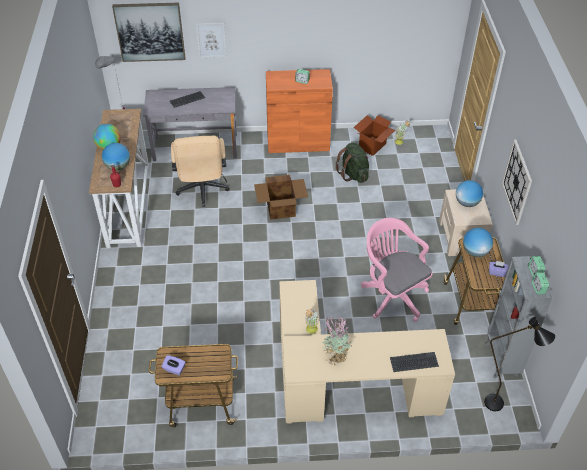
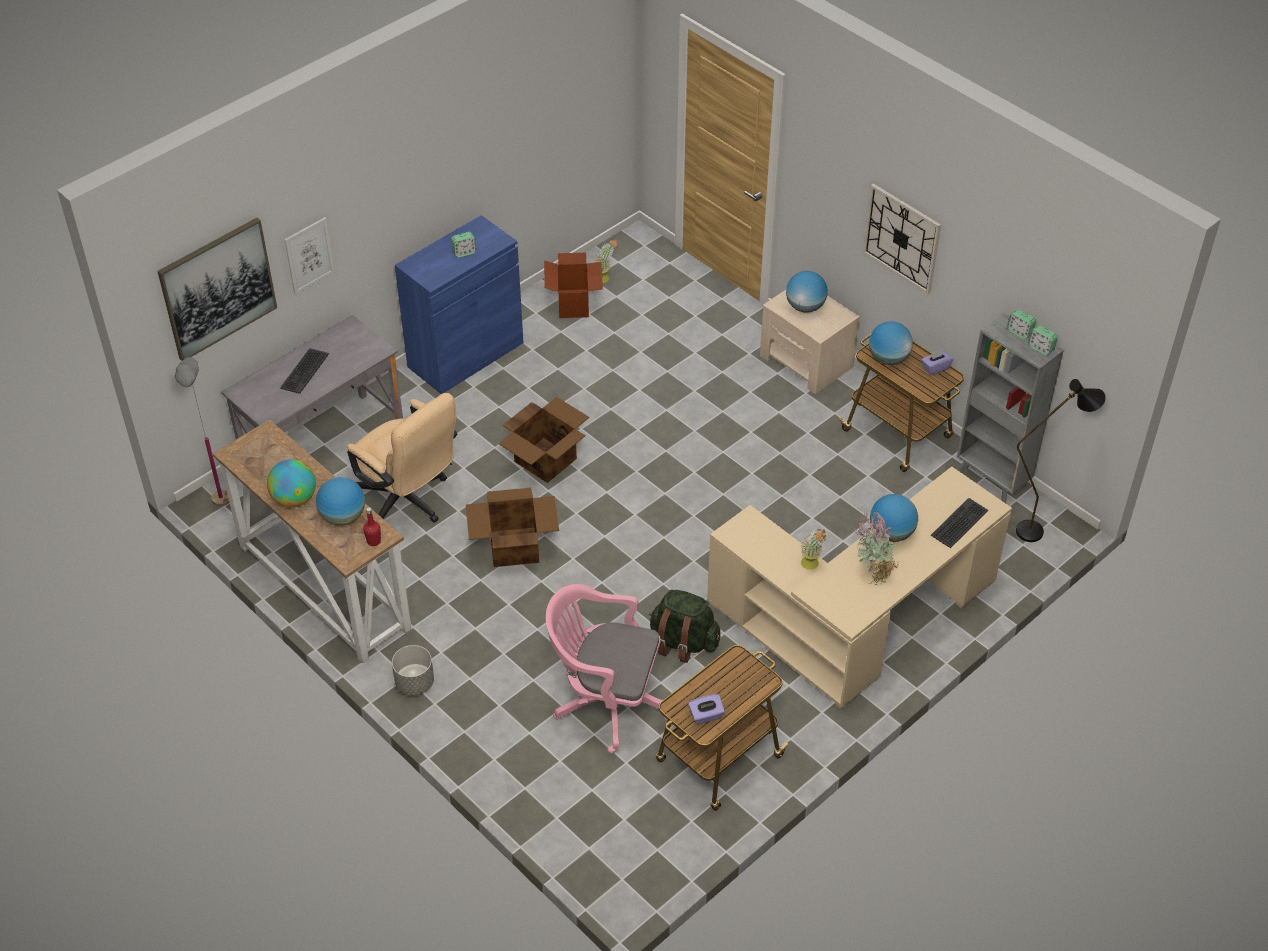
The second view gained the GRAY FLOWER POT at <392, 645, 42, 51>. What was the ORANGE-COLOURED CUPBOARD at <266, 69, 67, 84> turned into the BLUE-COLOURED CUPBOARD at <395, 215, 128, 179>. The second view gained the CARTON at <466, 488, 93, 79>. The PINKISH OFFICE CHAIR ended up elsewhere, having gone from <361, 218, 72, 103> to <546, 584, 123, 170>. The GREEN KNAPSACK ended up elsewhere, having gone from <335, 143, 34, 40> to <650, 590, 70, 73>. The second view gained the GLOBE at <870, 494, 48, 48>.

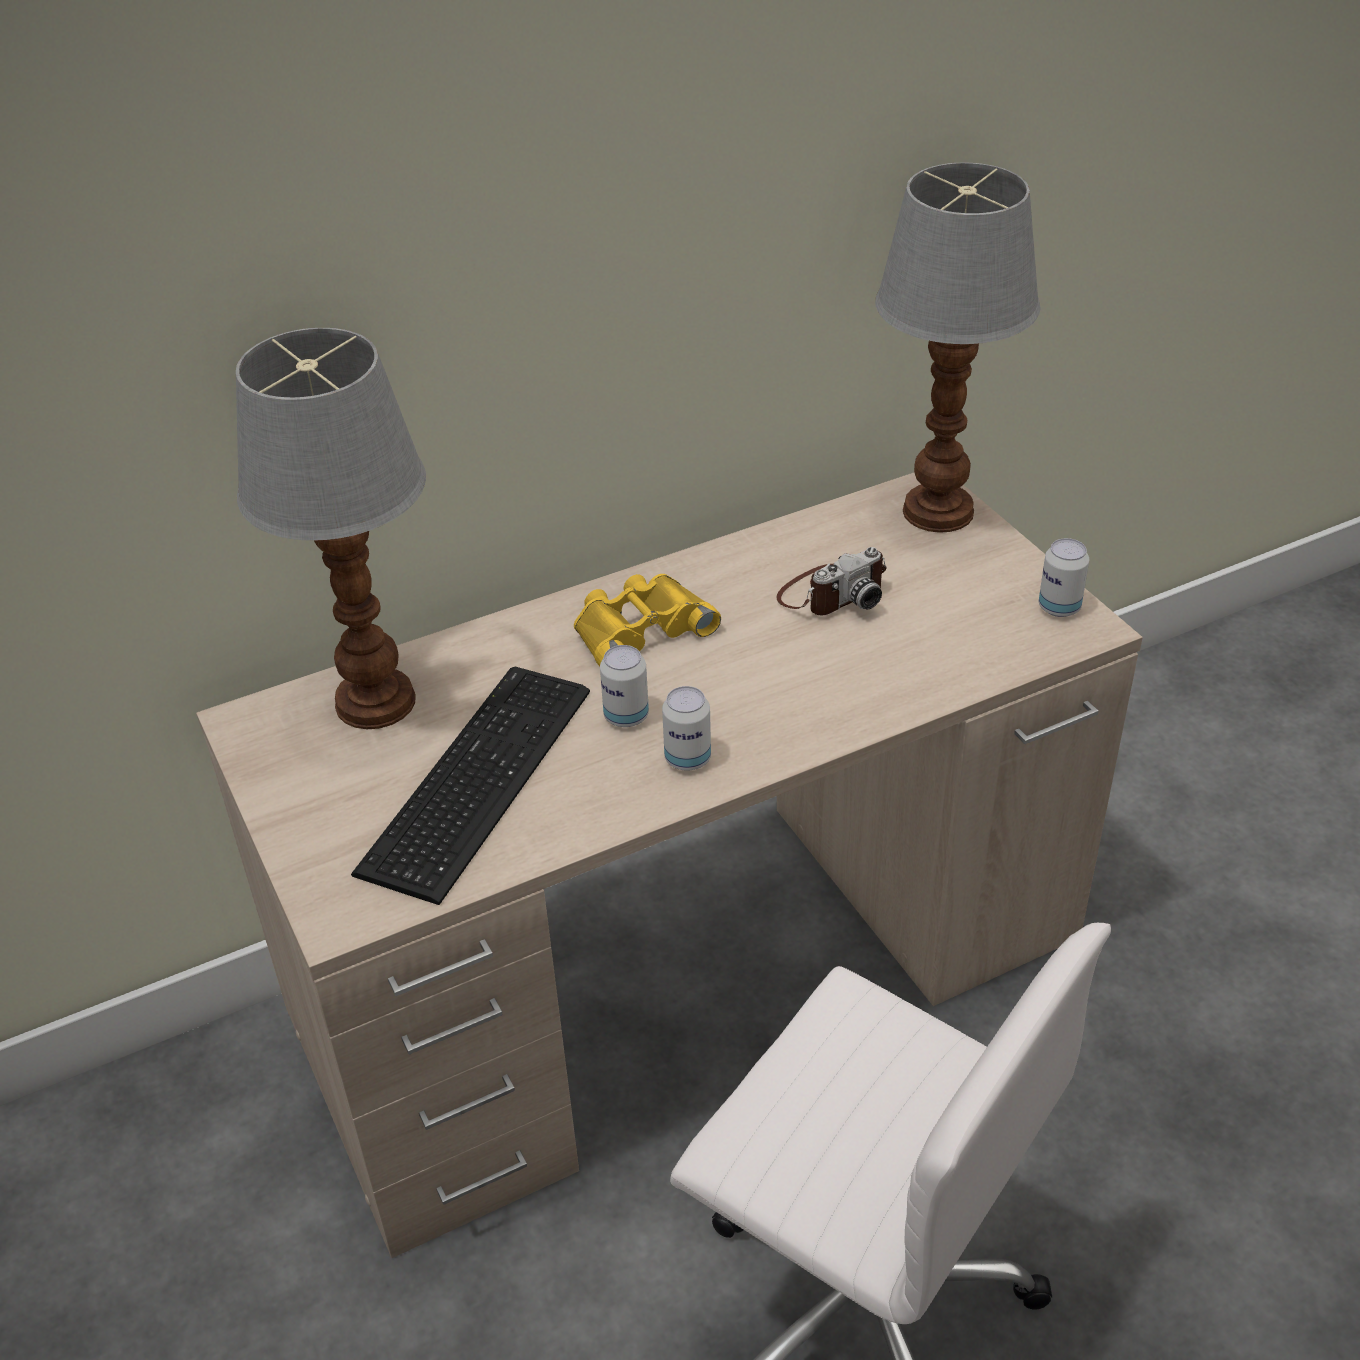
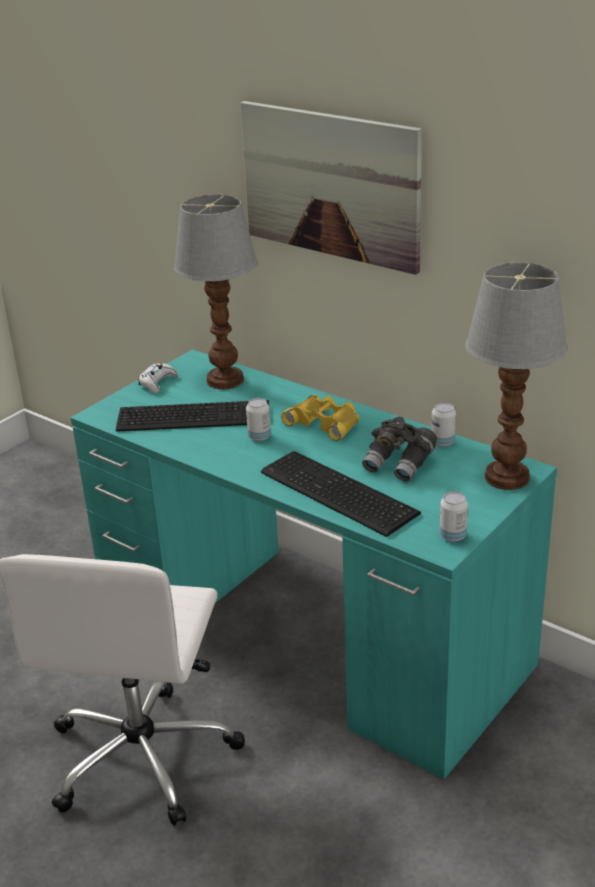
What was the BEIGE-COLOURED DESK at <196, 473, 947, 785> turned into the BLUE-GREEN DESK at <71, 349, 486, 430>. The second view gained the WHITISH GAME CONTROLLER at <138, 362, 40, 31>. The second view gained the PICTURE at <240, 101, 182, 174>. The second view gained the COMPUTER KEYBOARD at <261, 451, 160, 86>. Where the STILL CAMERA stood at <777, 547, 110, 69>, the GRAY FIELD GLASSES came to stand at <362, 417, 75, 65>. The SEALED CAN ended up elsewhere, having gone from <662, 686, 49, 85> to <431, 402, 25, 45>.

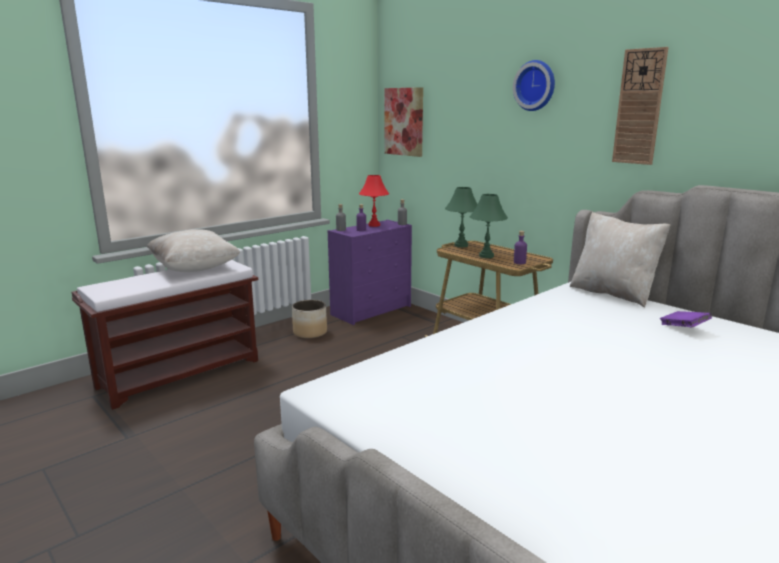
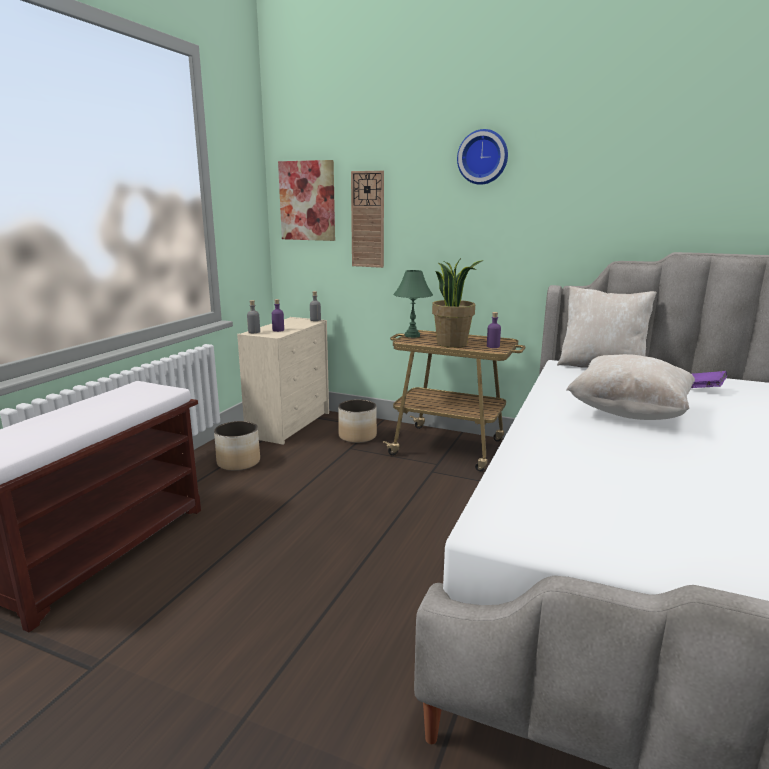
What was the PURPLE CHEST OF DRAWERS at <328, 220, 84, 105> turned into the BEIGE-COLOURED CHEST OF DRAWERS at <237, 317, 92, 128>. The second view gained the FLOWER POT at <338, 399, 39, 44>. The WALL CLOCK ended up elsewhere, having gone from <612, 47, 57, 118> to <351, 171, 33, 97>. Where the GREEN TABLETOP LAMP stood at <470, 194, 38, 64>, the POTTED PLANT came to stand at <432, 258, 52, 90>. The BEIGE-COLOURED THROW PILLOW ended up elsewhere, having gone from <147, 229, 93, 43> to <566, 354, 129, 66>. The second view lost the RED-COLOURED TABLETOP LAMP at <359, 175, 30, 52>.

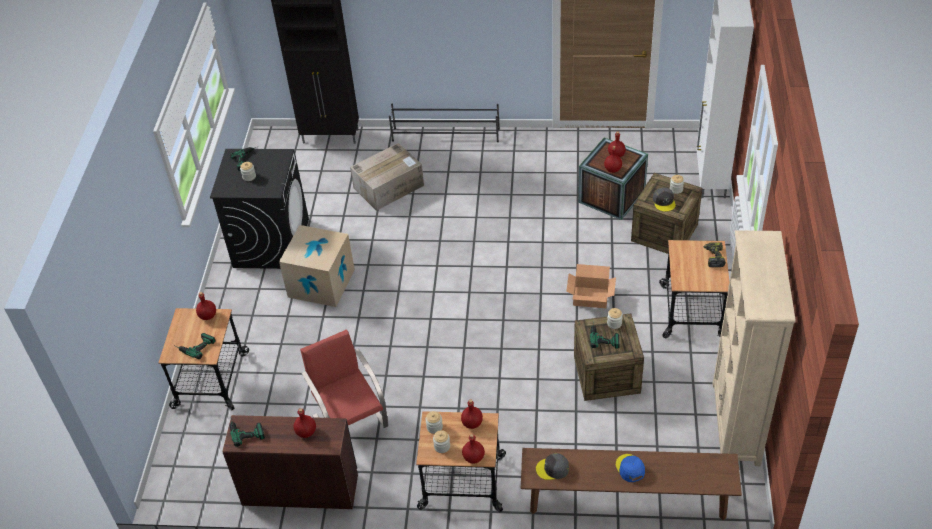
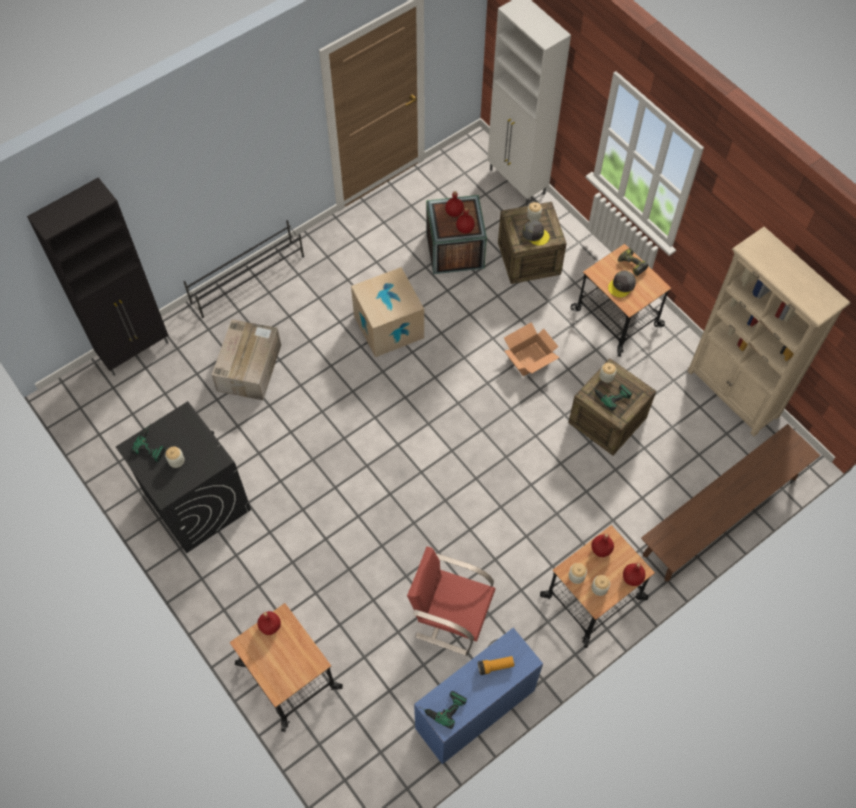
The CARTON ended up elsewhere, having gone from <279, 225, 76, 82> to <351, 267, 73, 90>. What was the BROWN-COLOURED DESK at <222, 415, 136, 94> turned into the BLUE-COLOURED DESK at <414, 627, 129, 137>. Where the RED-COLOURED BEVERAGE BOTTLE stood at <293, 408, 23, 30>, the TORCH came to stand at <478, 656, 36, 19>. The GRAY PEAKED CAP ended up elsewhere, having gone from <536, 453, 33, 27> to <608, 271, 28, 27>. The second view lost the DRILL at <176, 333, 40, 26>. The second view lost the BLUE-COLOURED PEAKED CAP at <616, 454, 29, 28>.

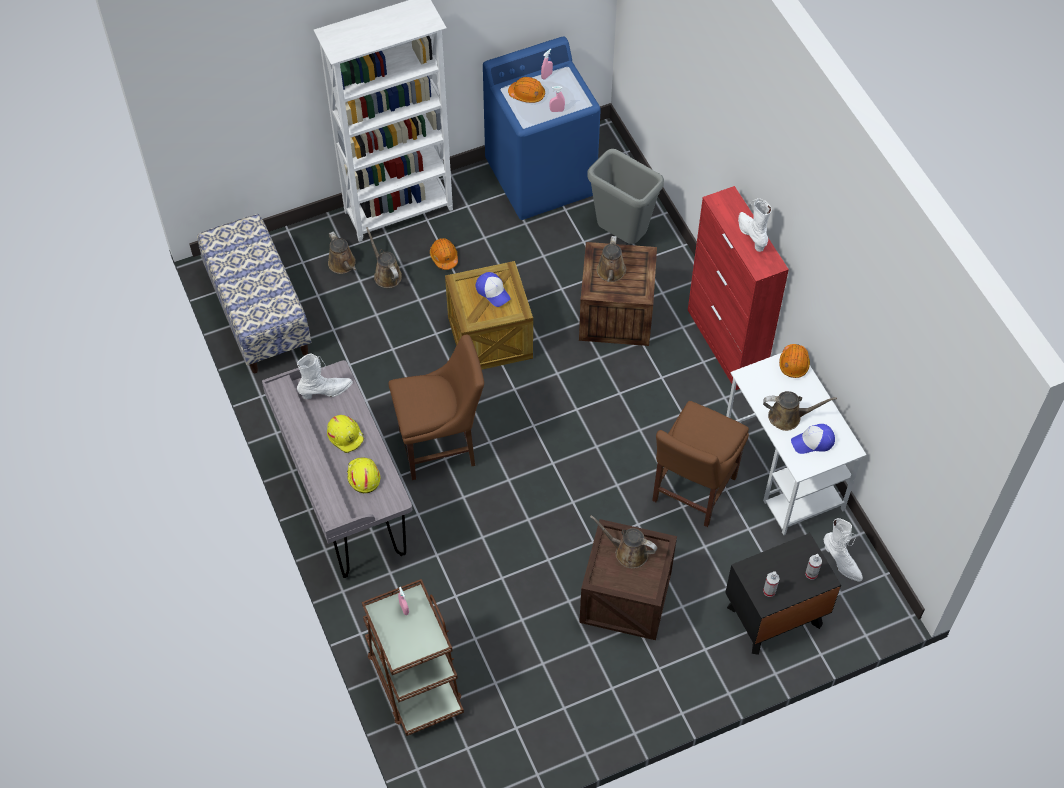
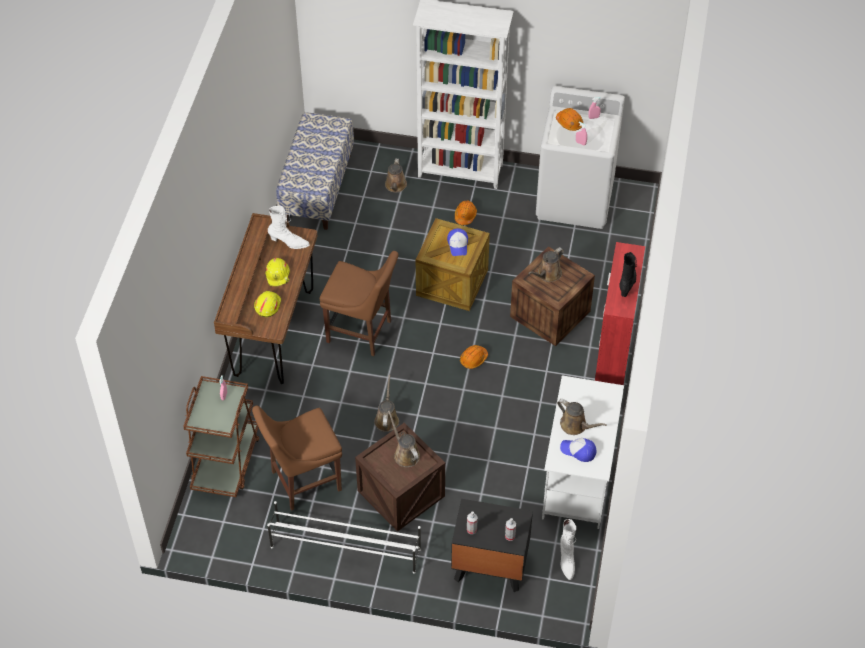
What was the GRAY DESK at <262, 360, 150, 218> turned into the BROWN-COLOURED DESK at <214, 213, 103, 171>. The BROWN-COLOURED PLAIN CHAIR ended up elsewhere, having gone from <652, 401, 97, 126> to <252, 405, 90, 106>. The second view gained the WHITISH SHOE SHELF at <267, 501, 154, 73>. The BROWN-COLOURED WATERING CAN ended up elsewhere, having gone from <366, 227, 36, 61> to <374, 375, 25, 57>. The ORANGE-COLOURED WORK HELMET ended up elsewhere, having gone from <779, 344, 31, 34> to <460, 345, 28, 24>. What was the BLUE-COLOURED LAUNDRY APPLIANCE at <483, 36, 118, 184> turned into the WHITISH LAUNDRY APPLIANCE at <536, 86, 89, 143>. What was the WHITISH HIGH-TOP BOOT at <738, 198, 34, 54> turned into the BLACK-COLOURED HIGH-TOP BOOT at <619, 252, 18, 45>. The second view lost the GRAY WASTE BIN at <587, 149, 77, 95>.

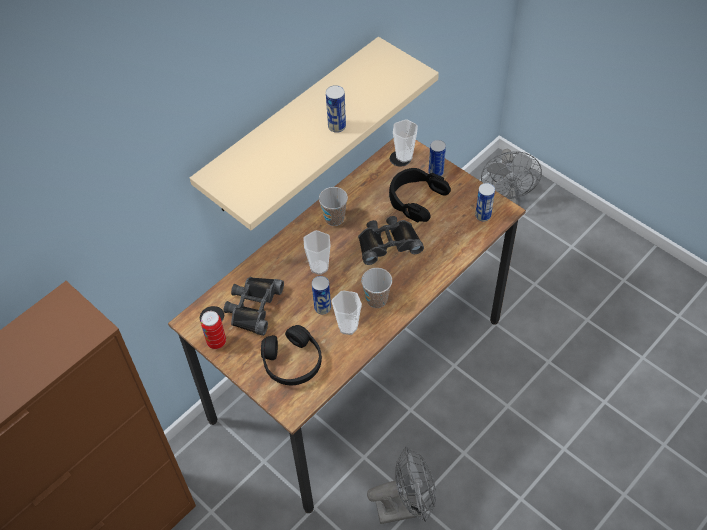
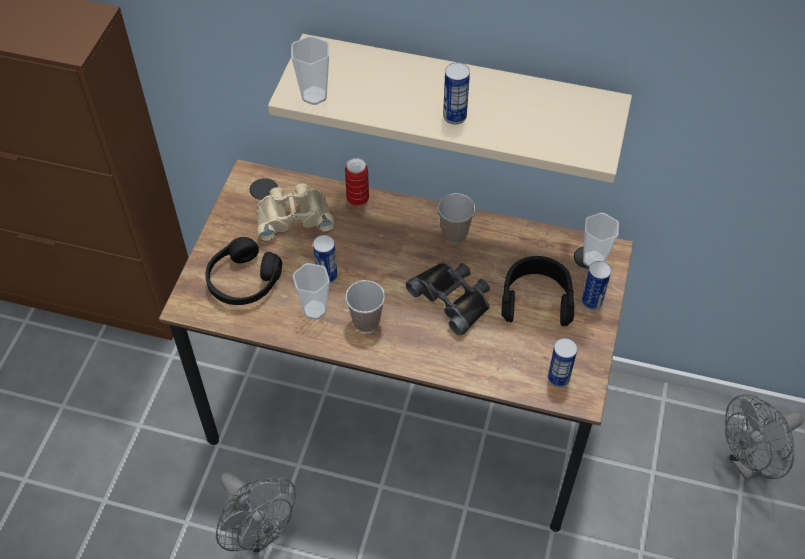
What was the BLACK-COLOURED FIELD GLASSES at <224, 277, 60, 59> turned into the BEIGE-COLOURED FIELD GLASSES at <257, 183, 78, 58>. The CUP ended up elsewhere, having gone from <303, 230, 28, 45> to <291, 36, 38, 69>. The SEALED CAN ended up elsewhere, having gone from <201, 311, 25, 38> to <345, 158, 24, 48>.

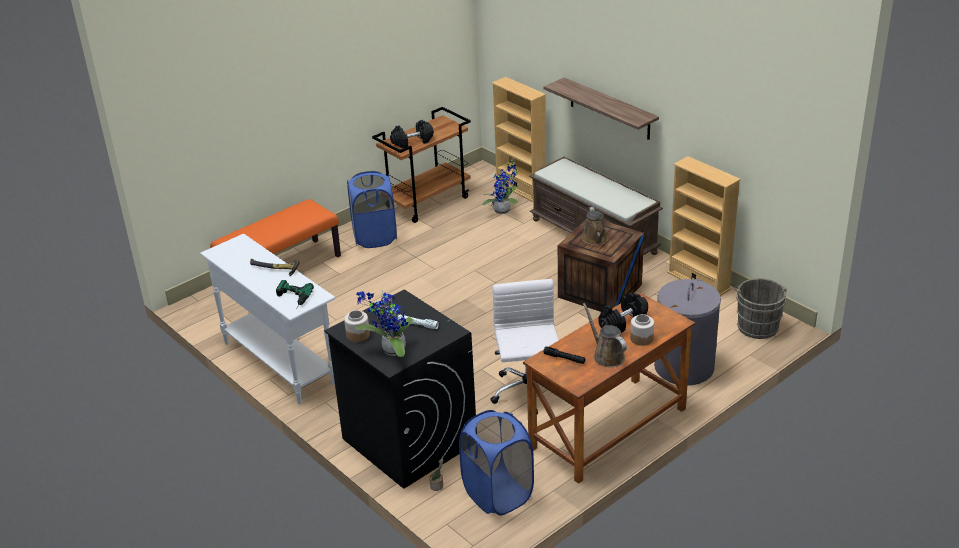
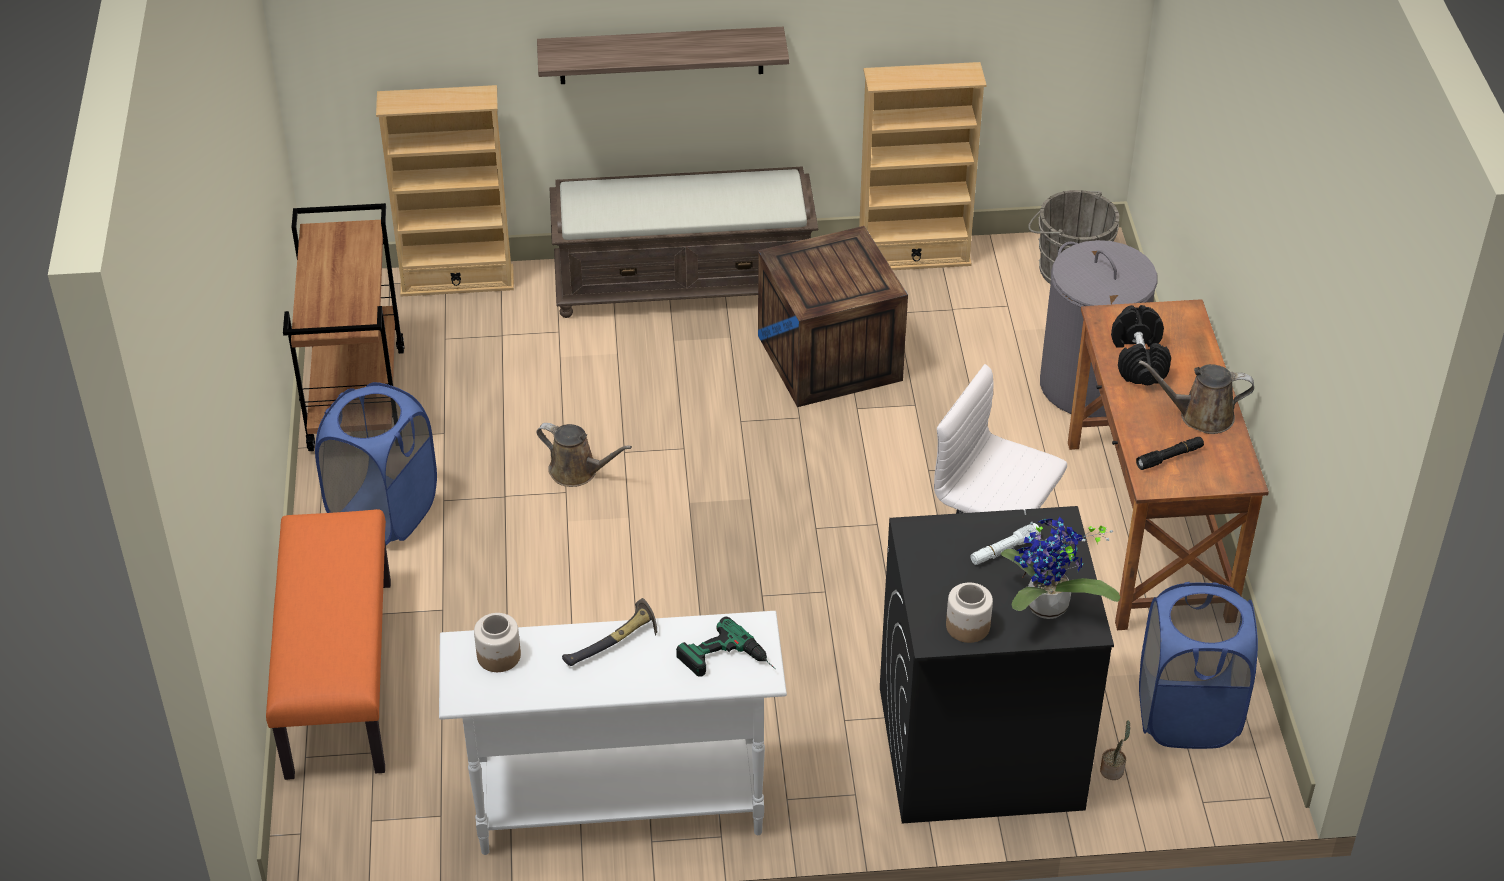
The STORAGE JAR ended up elsewhere, having gone from <630, 314, 24, 32> to <474, 613, 47, 59>. The BROWN-COLOURED WATERING CAN ended up elsewhere, having gone from <582, 207, 26, 38> to <536, 423, 96, 64>. The second view lost the BLACK-COLOURED DUMBBELL at <390, 120, 44, 28>. The second view lost the POTTED PLANT at <482, 159, 36, 55>.

